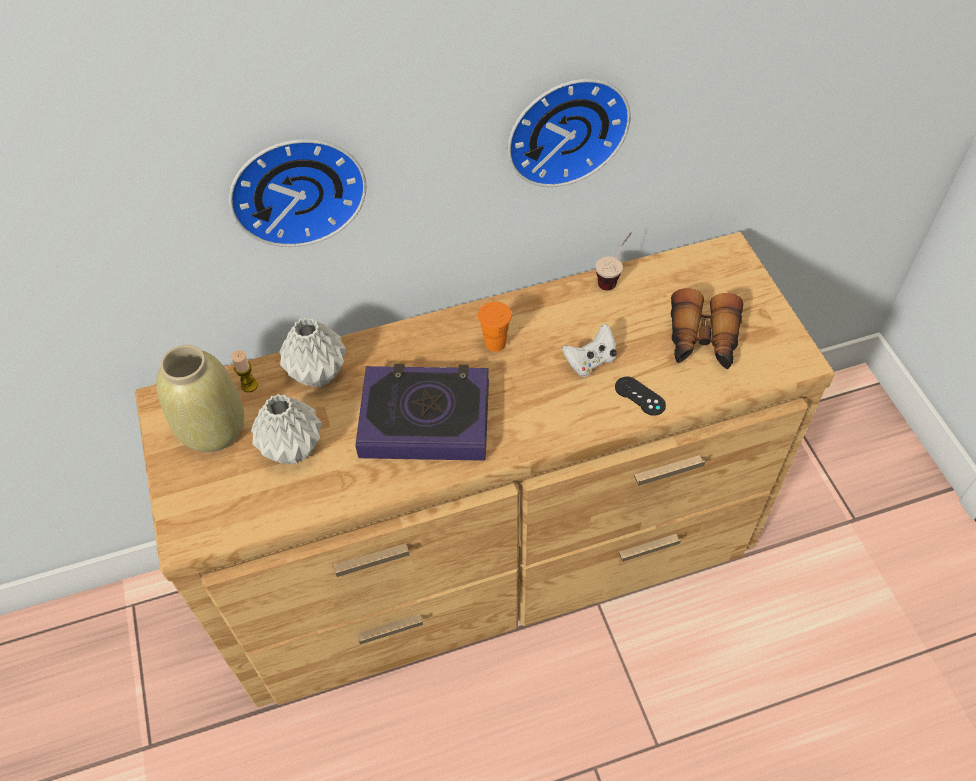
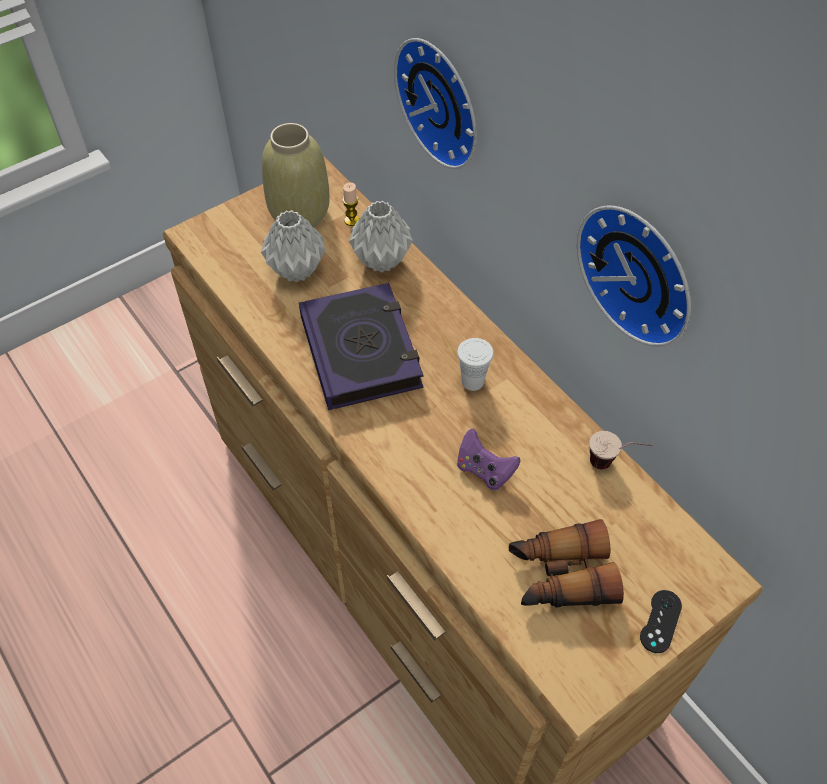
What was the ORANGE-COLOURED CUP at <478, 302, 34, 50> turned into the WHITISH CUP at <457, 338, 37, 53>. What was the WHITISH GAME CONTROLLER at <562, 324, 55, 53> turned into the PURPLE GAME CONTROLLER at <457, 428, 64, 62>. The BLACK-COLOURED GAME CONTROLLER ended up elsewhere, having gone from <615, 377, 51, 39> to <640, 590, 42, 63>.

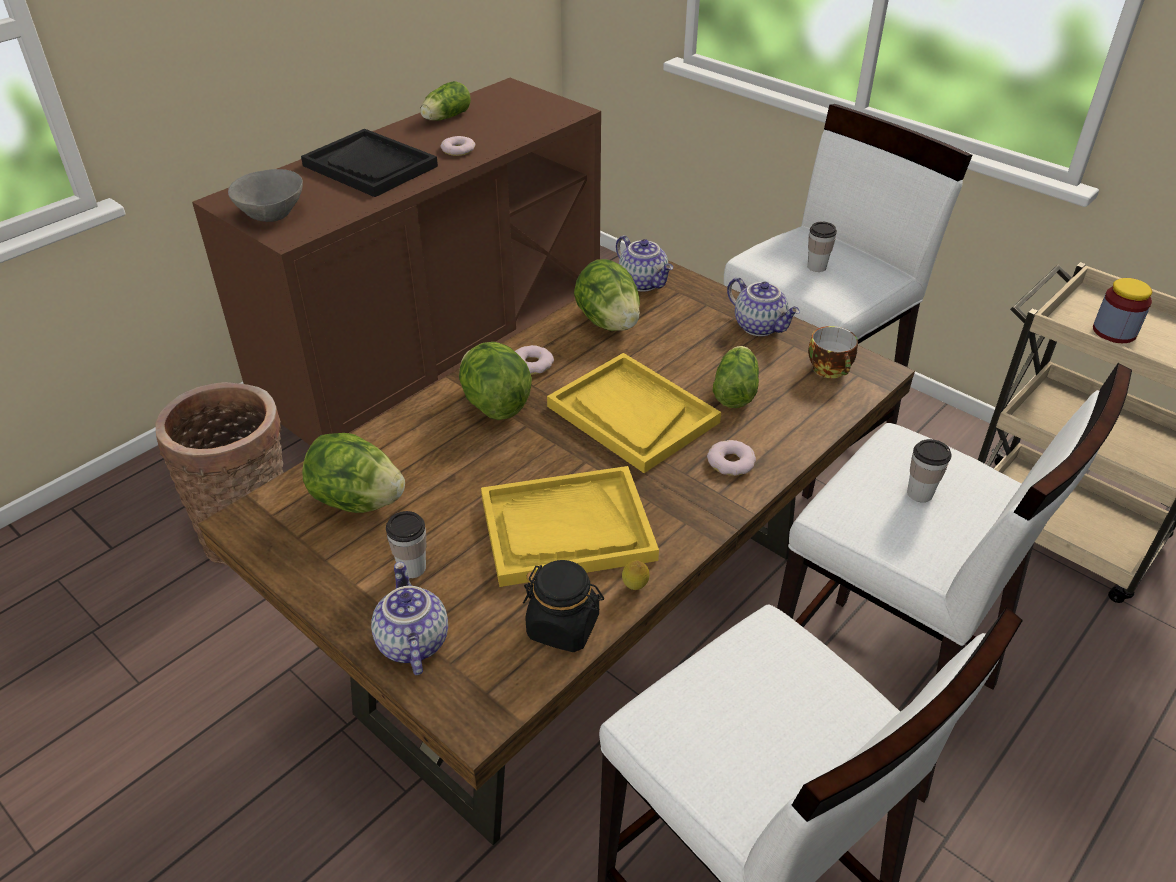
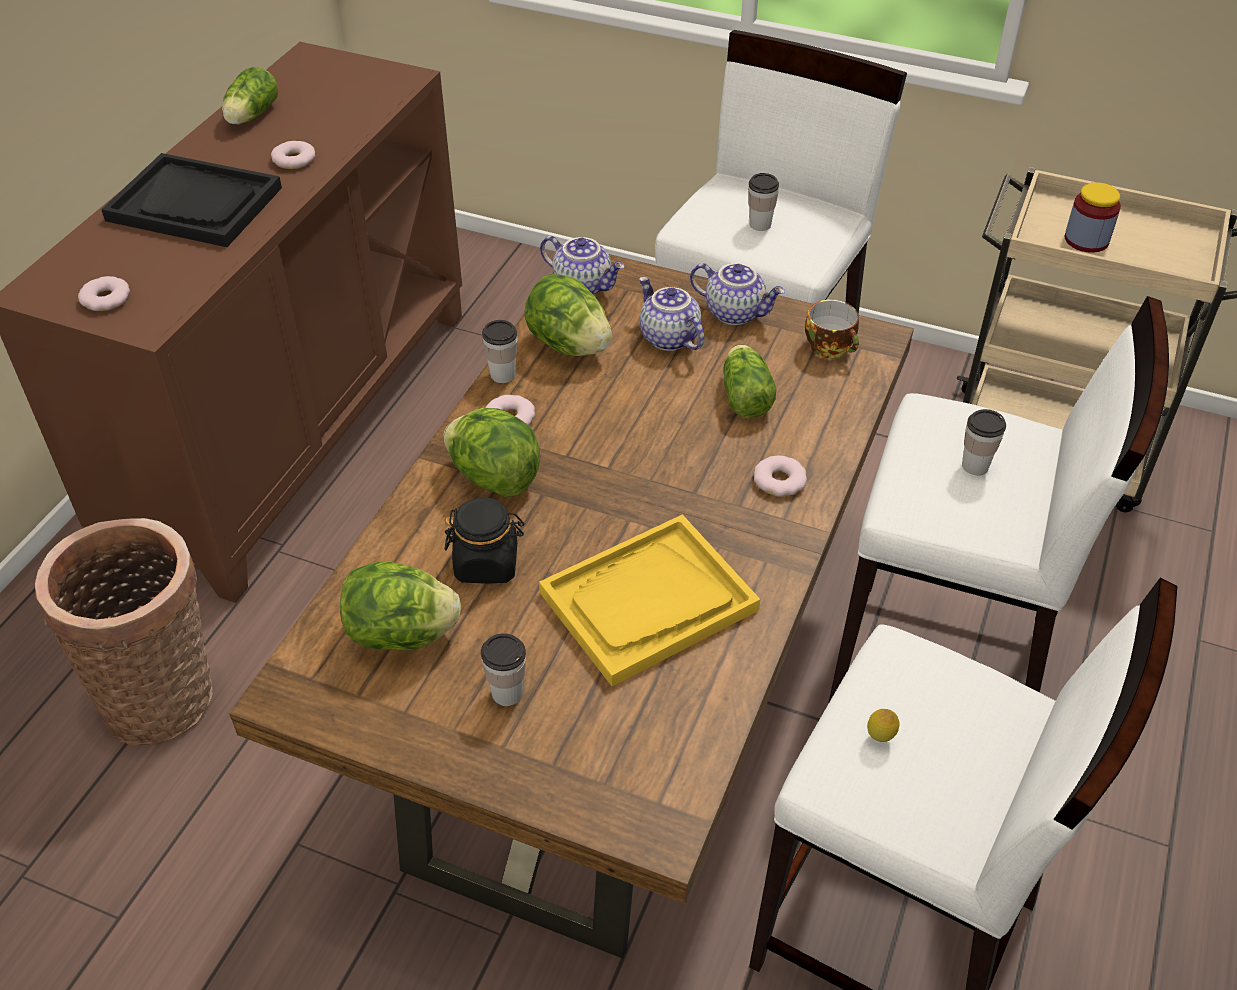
Where the GRAY SERVING BOWL stood at <228, 169, 75, 53>, the DOUGHNUT came to stand at <78, 276, 52, 35>. The BLACK-COLOURED STORAGE JAR ended up elsewhere, having gone from <523, 560, 81, 92> to <445, 497, 79, 87>. The second view gained the CUP at <482, 320, 36, 63>. The TEAPOT ended up elsewhere, having gone from <371, 562, 77, 113> to <639, 277, 65, 74>. The CITRUS FRUIT ended up elsewhere, having gone from <622, 560, 28, 30> to <867, 709, 33, 33>. The second view lost the YELLOWISH SERVING TRAY at <547, 353, 174, 120>.

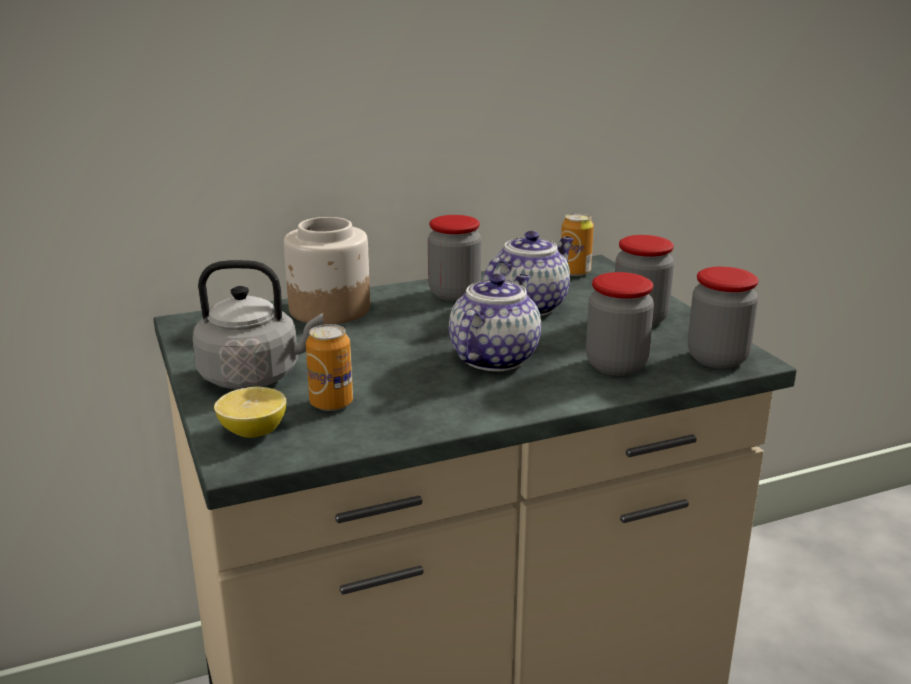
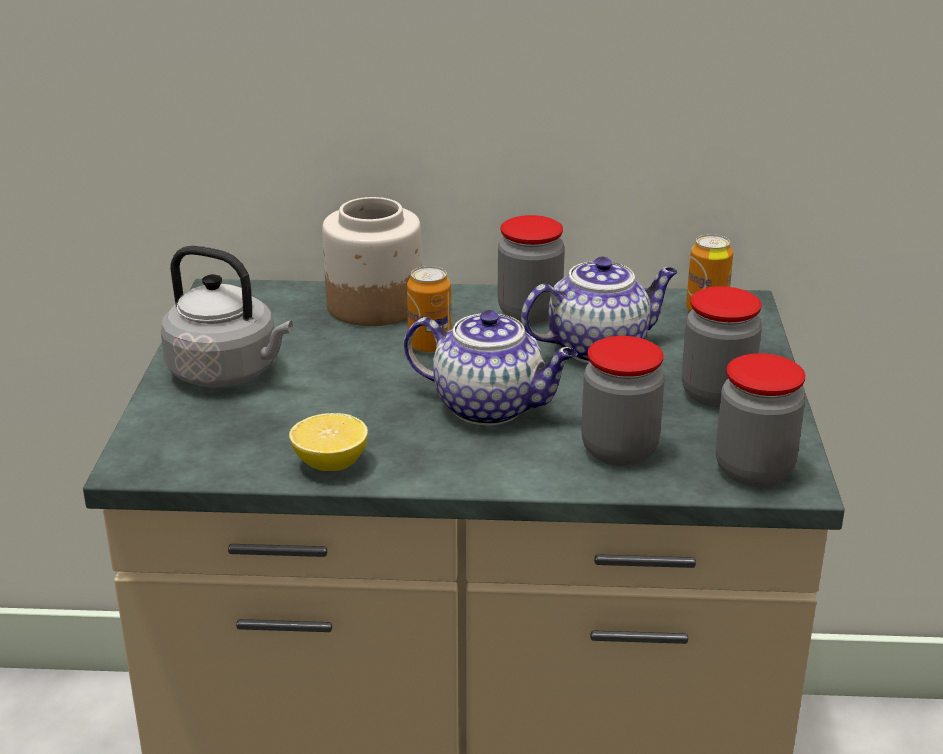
The CITRUS FRUIT ended up elsewhere, having gone from <214, 387, 72, 51> to <289, 413, 79, 58>. The TEAPOT at <449, 274, 92, 97> ended up facing another way, 60 degrees clockwise from before. The SEALED CAN ended up elsewhere, having gone from <306, 324, 47, 87> to <407, 266, 45, 87>.

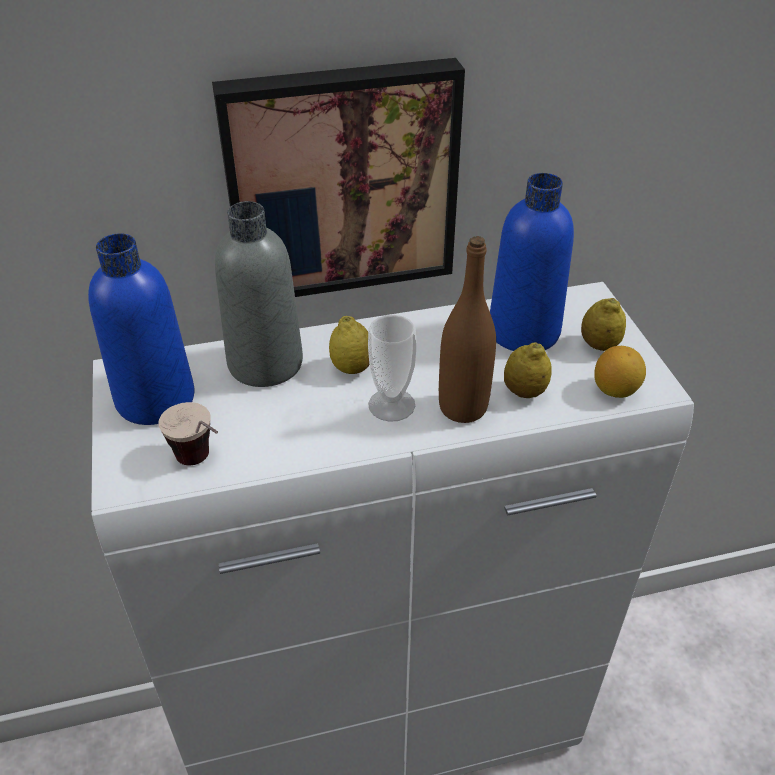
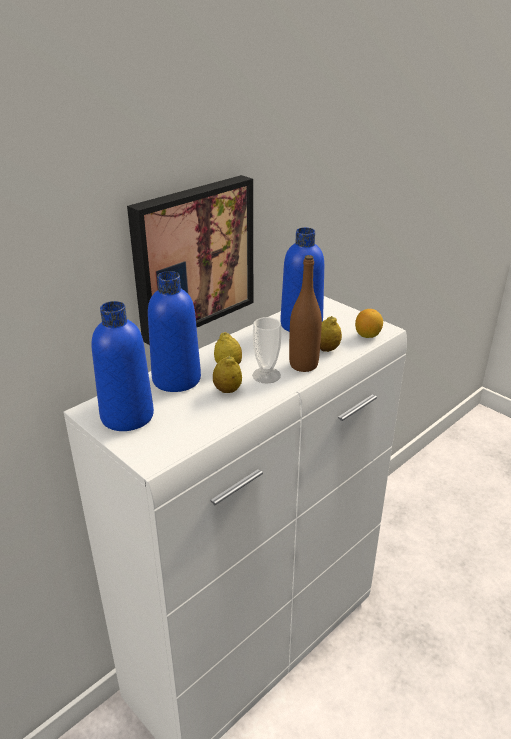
What was the GRAY BEVERAGE BOTTLE at <215, 201, 88, 186> turned into the BLUE-COLOURED BEVERAGE BOTTLE at <148, 271, 53, 121>. The CITRUS FRUIT ended up elsewhere, having gone from <581, 298, 45, 53> to <213, 356, 29, 37>. The second view lost the CUP at <158, 402, 60, 63>.

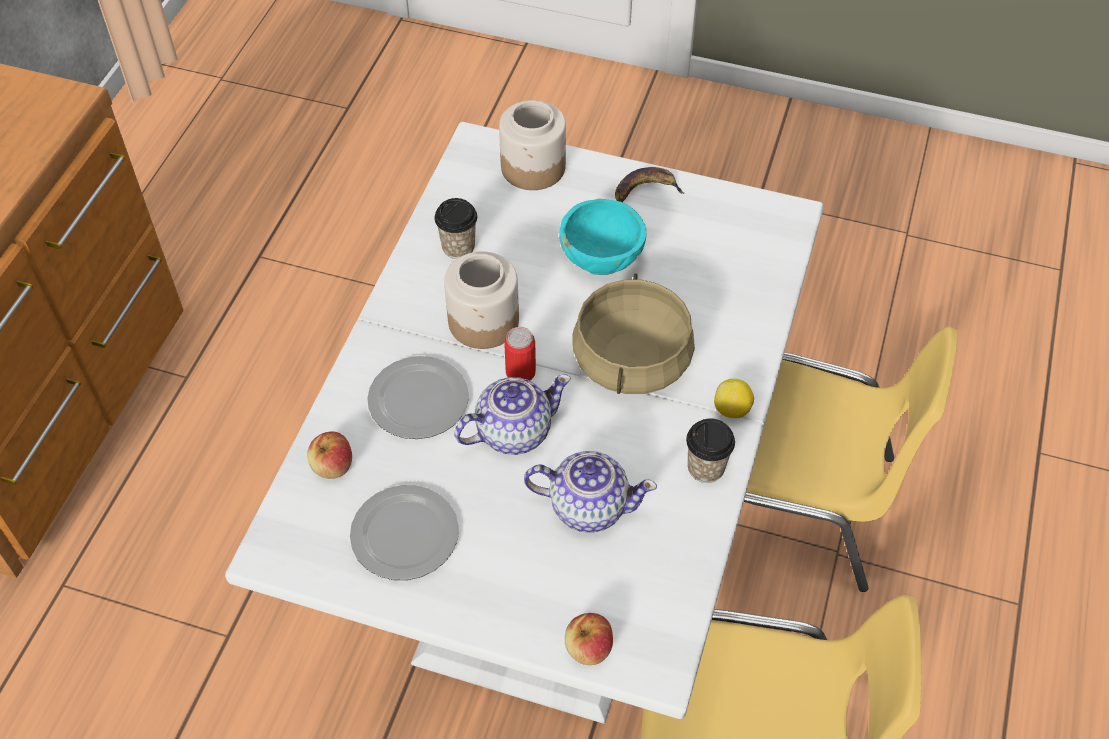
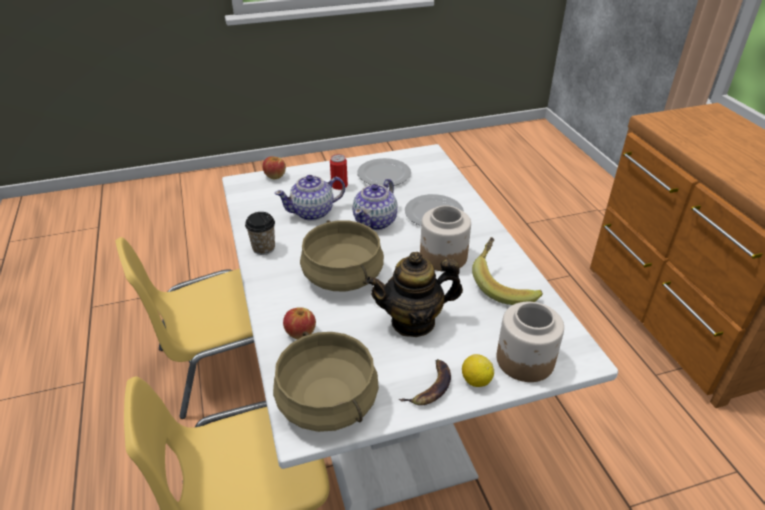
The second view gained the BEIGE-COLOURED STOCKPOT at <273, 331, 106, 101>. The APPLE ended up elsewhere, having gone from <307, 431, 45, 48> to <283, 307, 33, 32>. The SEALED CAN ended up elsewhere, having gone from <504, 327, 32, 53> to <330, 154, 18, 36>. Where the BLUE-GREEN SERVING BOWL stood at <559, 199, 88, 76>, the TEAPOT came to stand at <366, 252, 97, 85>. The CITRUS FRUIT ended up elsewhere, having gone from <714, 379, 40, 39> to <462, 354, 32, 33>. Where the CUP stood at <434, 198, 43, 61>, the BANANA came to stand at <472, 237, 71, 68>.

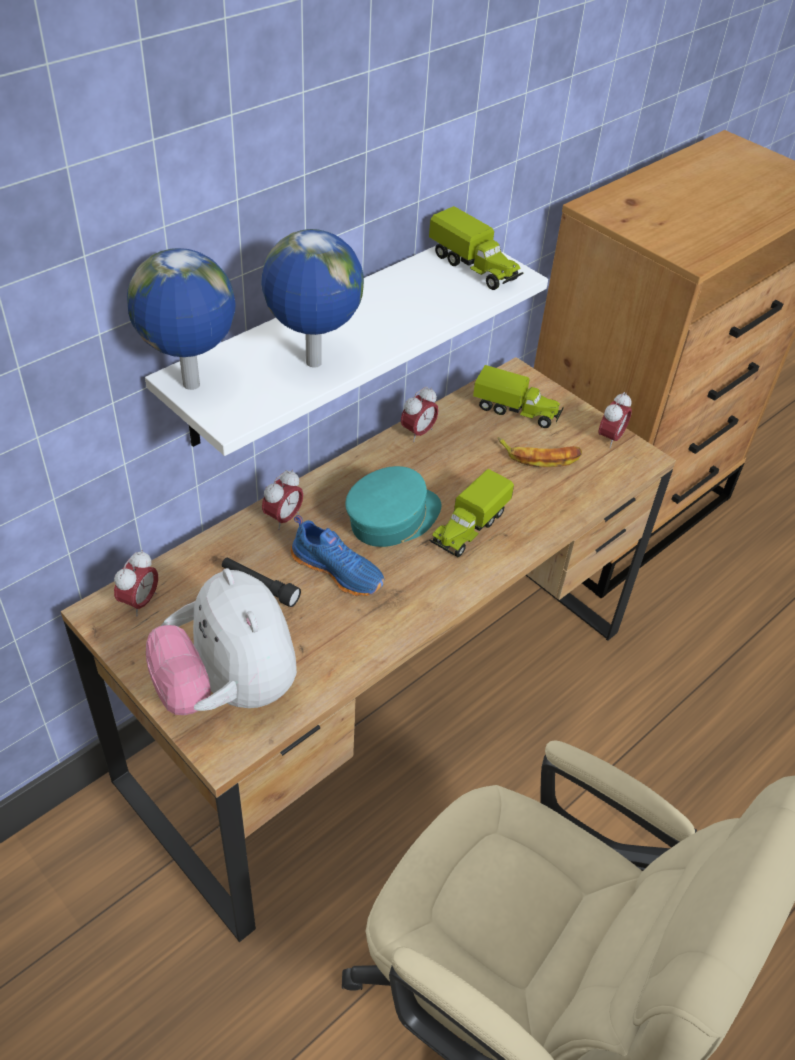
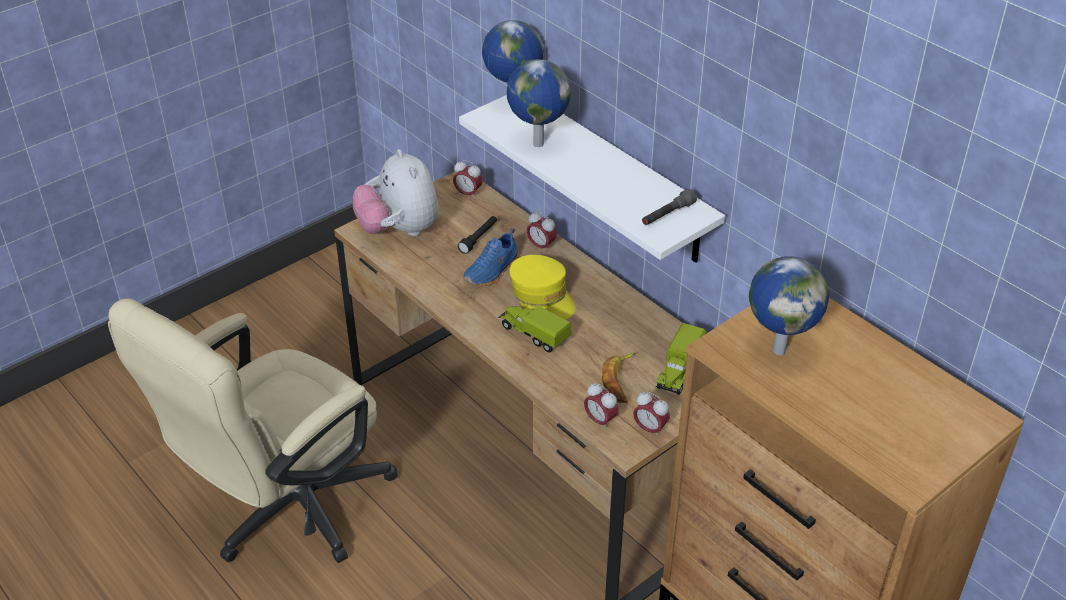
The SOFT TOY at <146, 568, 151, 147> ended up facing another way, 90 degrees counterclockwise from before. What was the BLUE-GREEN PEAKED CAP at <345, 466, 96, 81> turned into the YELLOWISH PEAKED CAP at <510, 255, 65, 65>. The ALARM CLOCK ended up elsewhere, having gone from <401, 387, 38, 55> to <584, 383, 35, 47>. Where the TOY LORRY stood at <429, 206, 95, 84>, the GRAY TORCH came to stand at <642, 189, 55, 36>. The second view gained the GLOBE at <749, 256, 80, 99>.

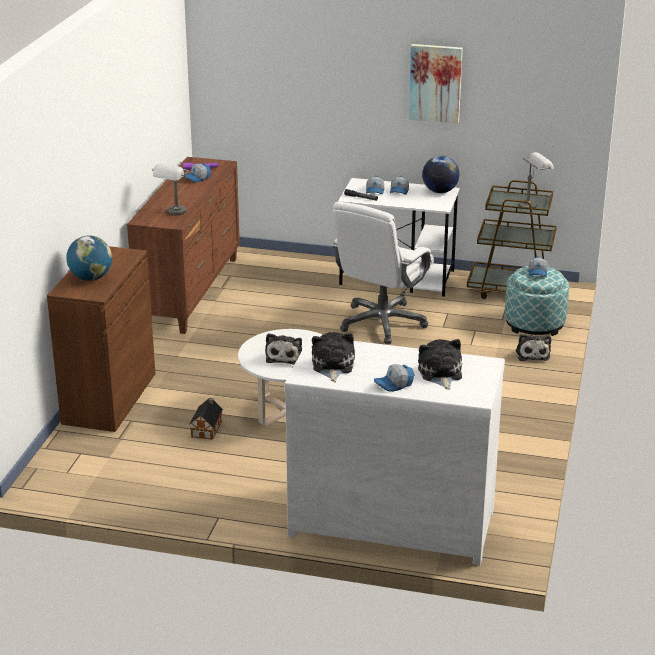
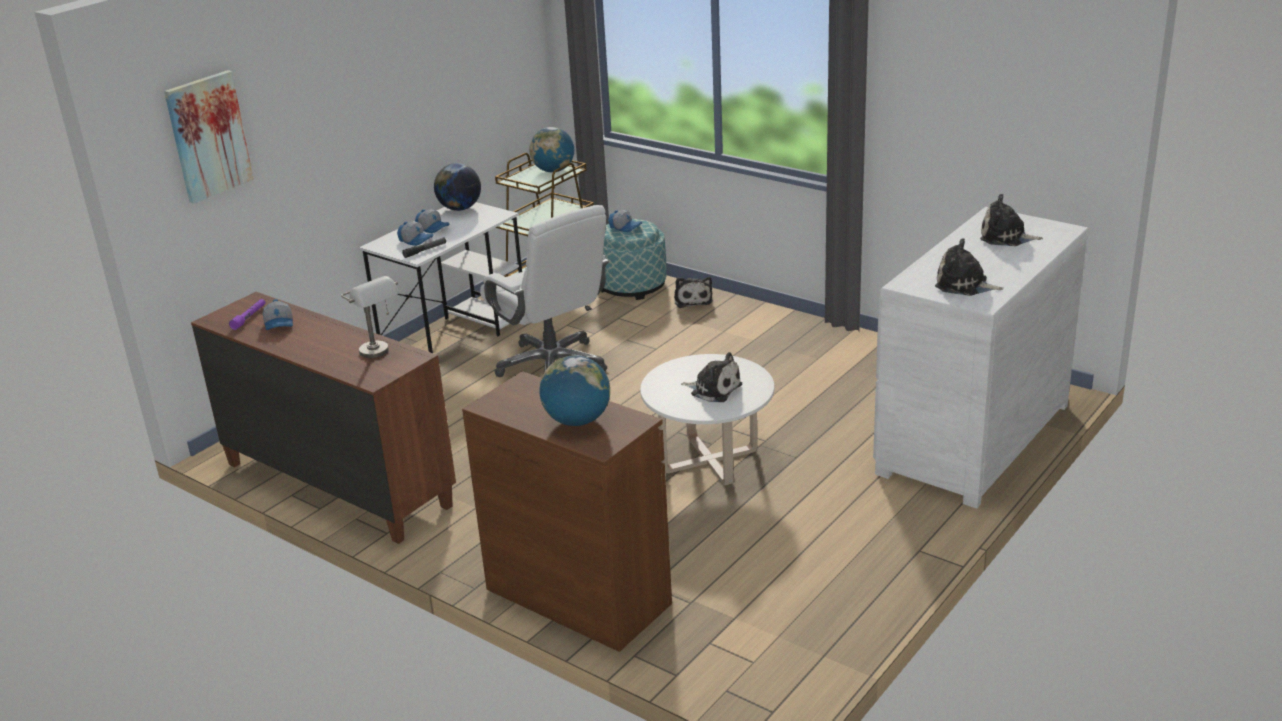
The PICTURE ended up elsewhere, having gone from <409, 44, 54, 80> to <164, 70, 90, 134>. Where the GRAY TABLETOP LAMP stood at <518, 152, 36, 56>, the GLOBE came to stand at <529, 127, 45, 46>. The SOFT TOY at <516, 334, 35, 27> ended up facing another way, 60 degrees clockwise from before. The second view lost the TOY HOUSE at <189, 398, 34, 42>. The second view lost the PEAKED CAP at <374, 364, 40, 28>.

